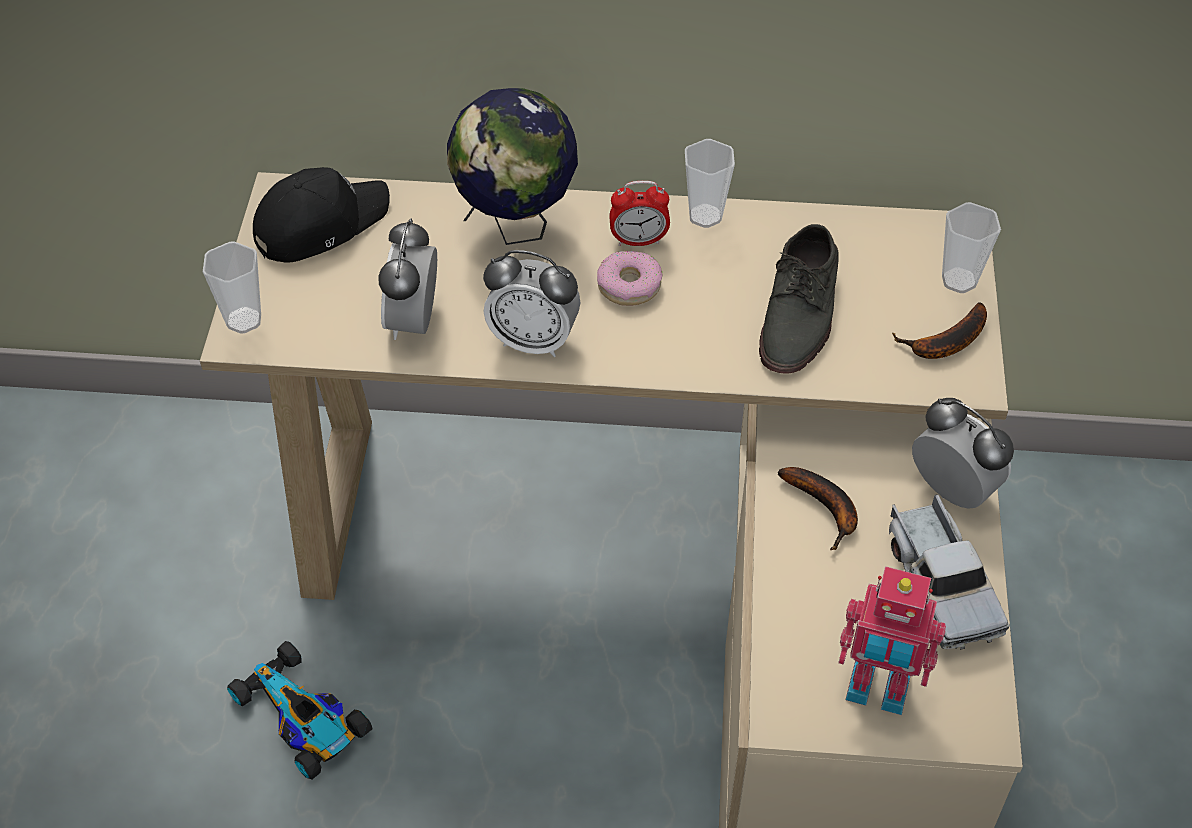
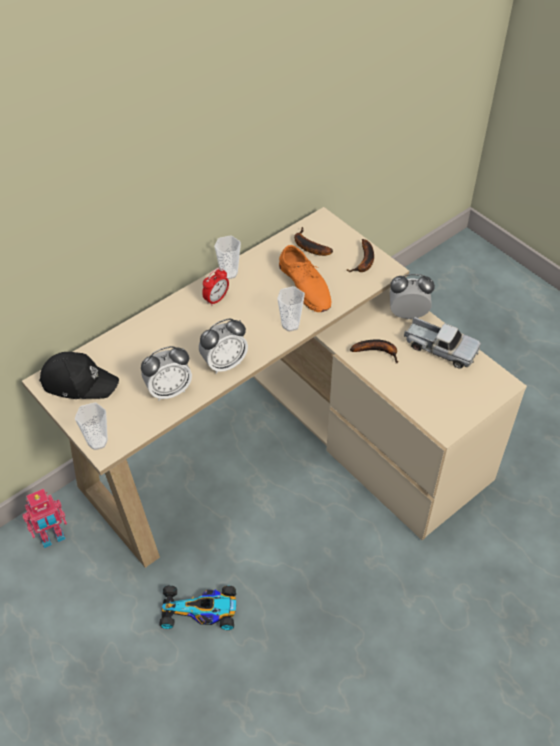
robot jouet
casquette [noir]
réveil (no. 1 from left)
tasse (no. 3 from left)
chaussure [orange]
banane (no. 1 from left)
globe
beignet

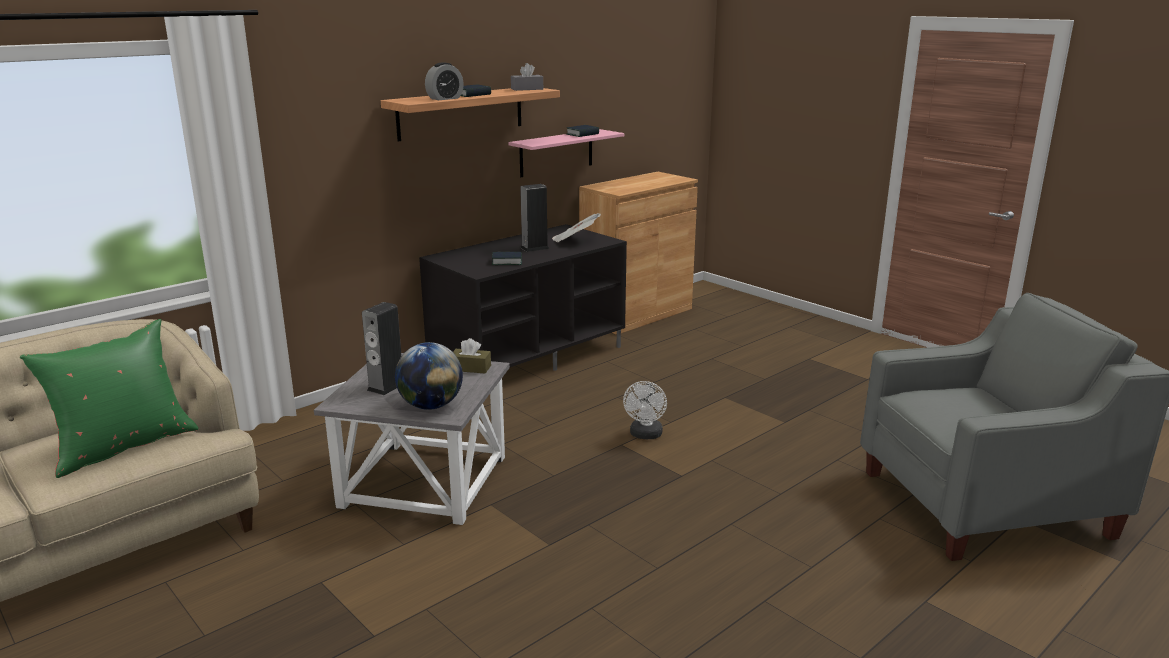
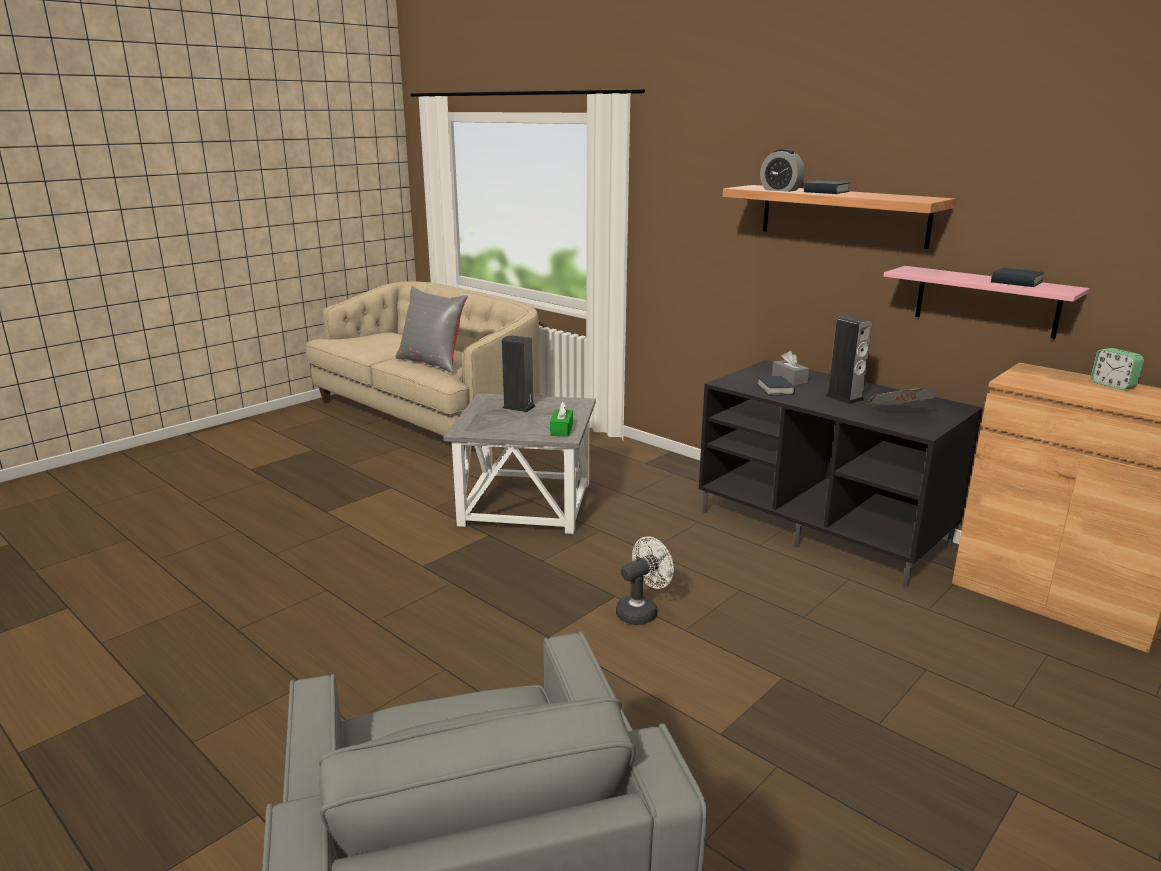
coussin [gris]
boîte à mouchoirs [vert]
ventilateur [blanc]
boîte à mouchoirs [gris]
réveil (no. 2 from left)
globe

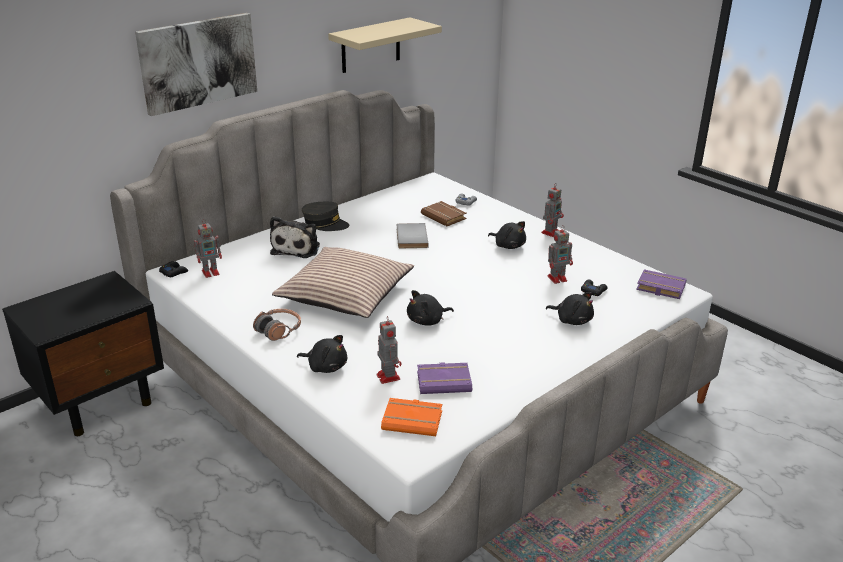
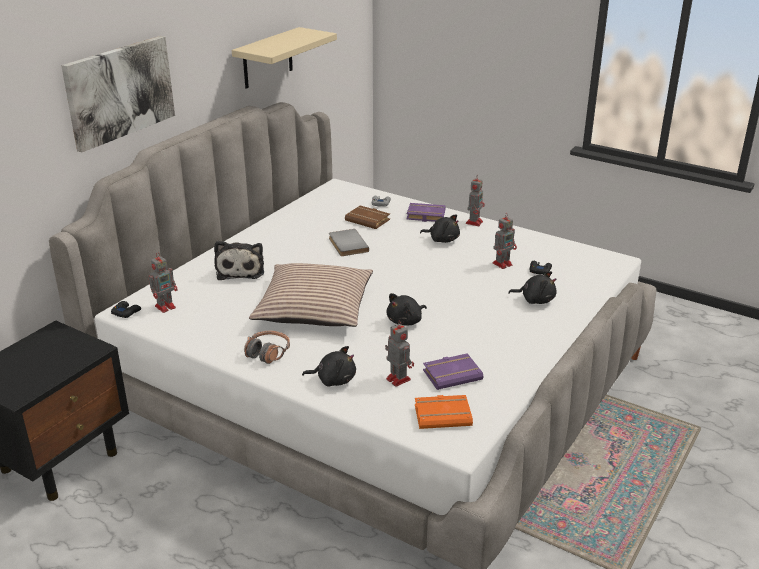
livre [violet] (no. 1 from left)
casquette [gris]

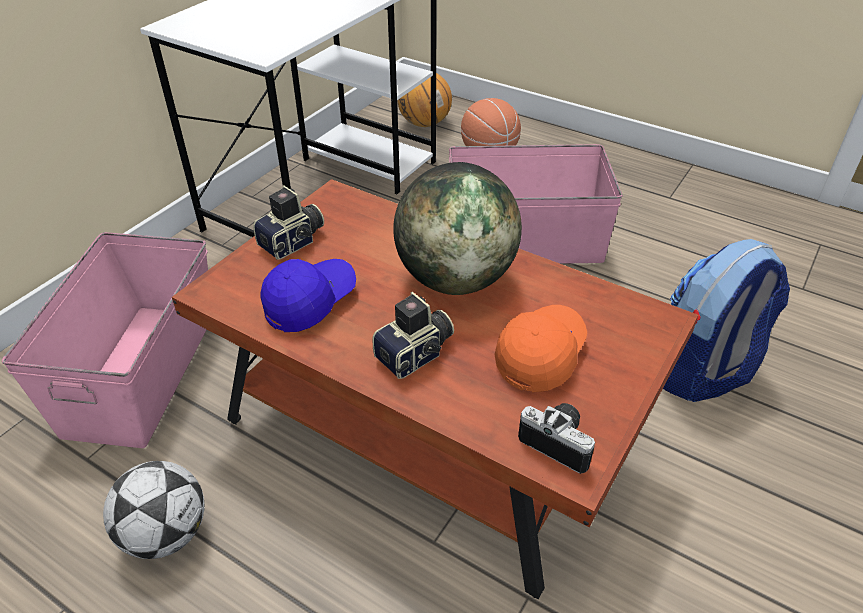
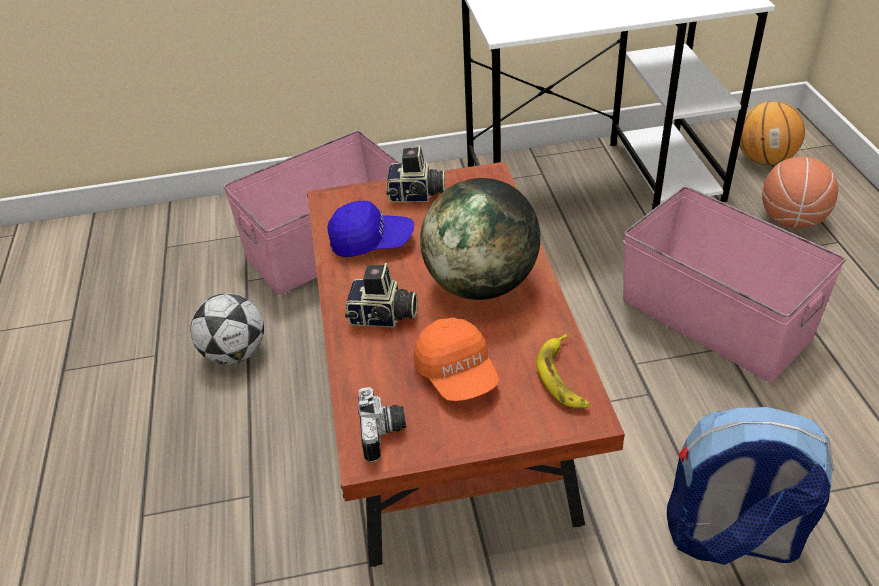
casquette [orange]
banane

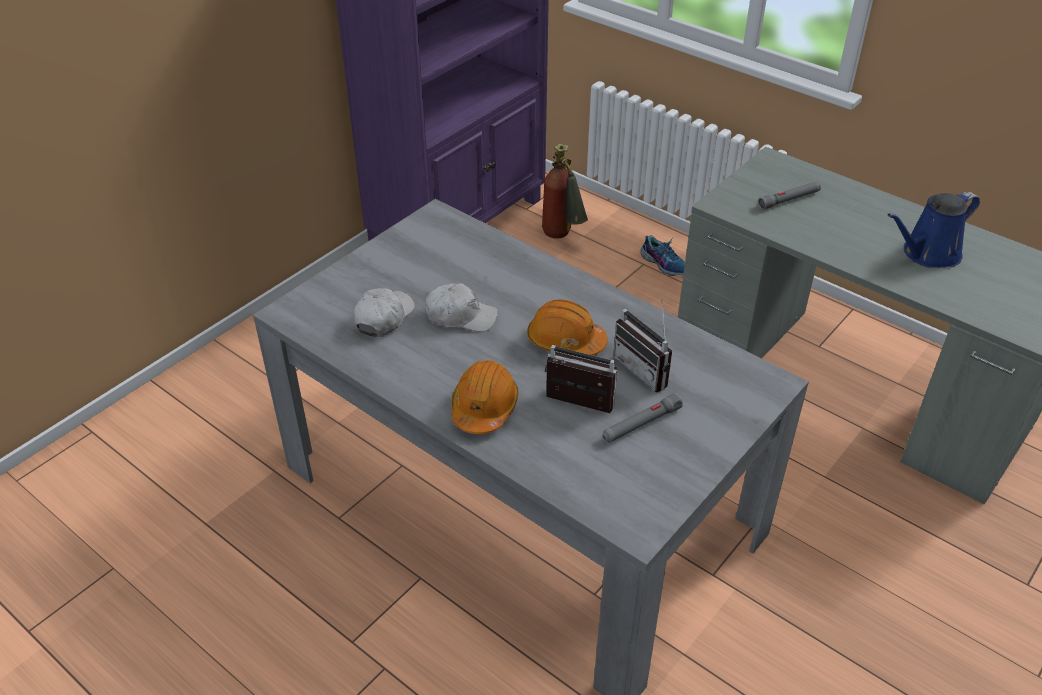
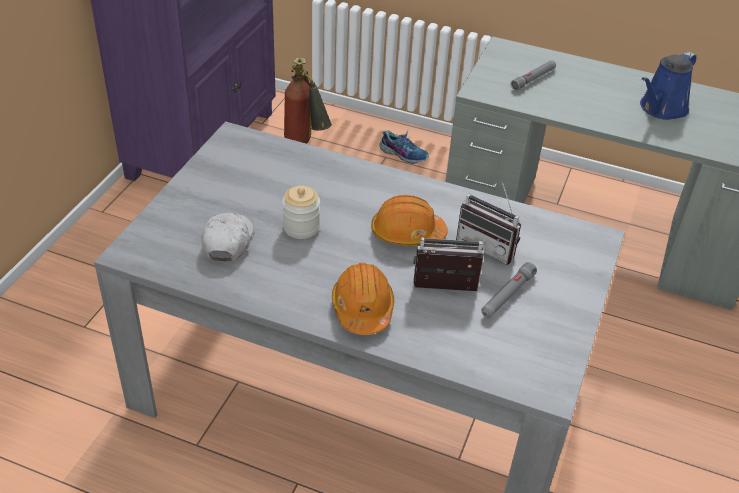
bocal

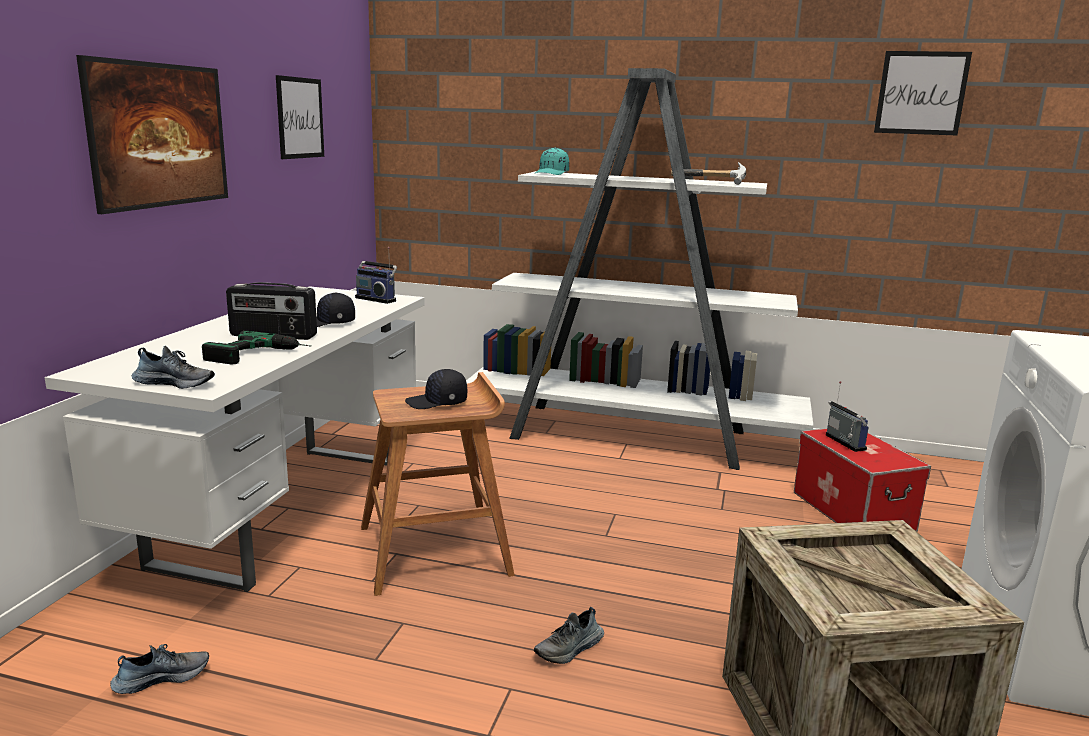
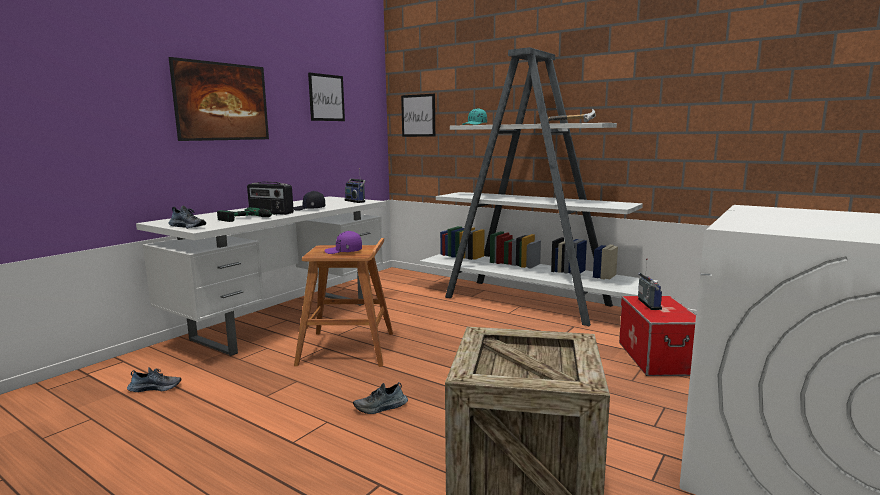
casquette [violet]
tableau (no. 3 from left)

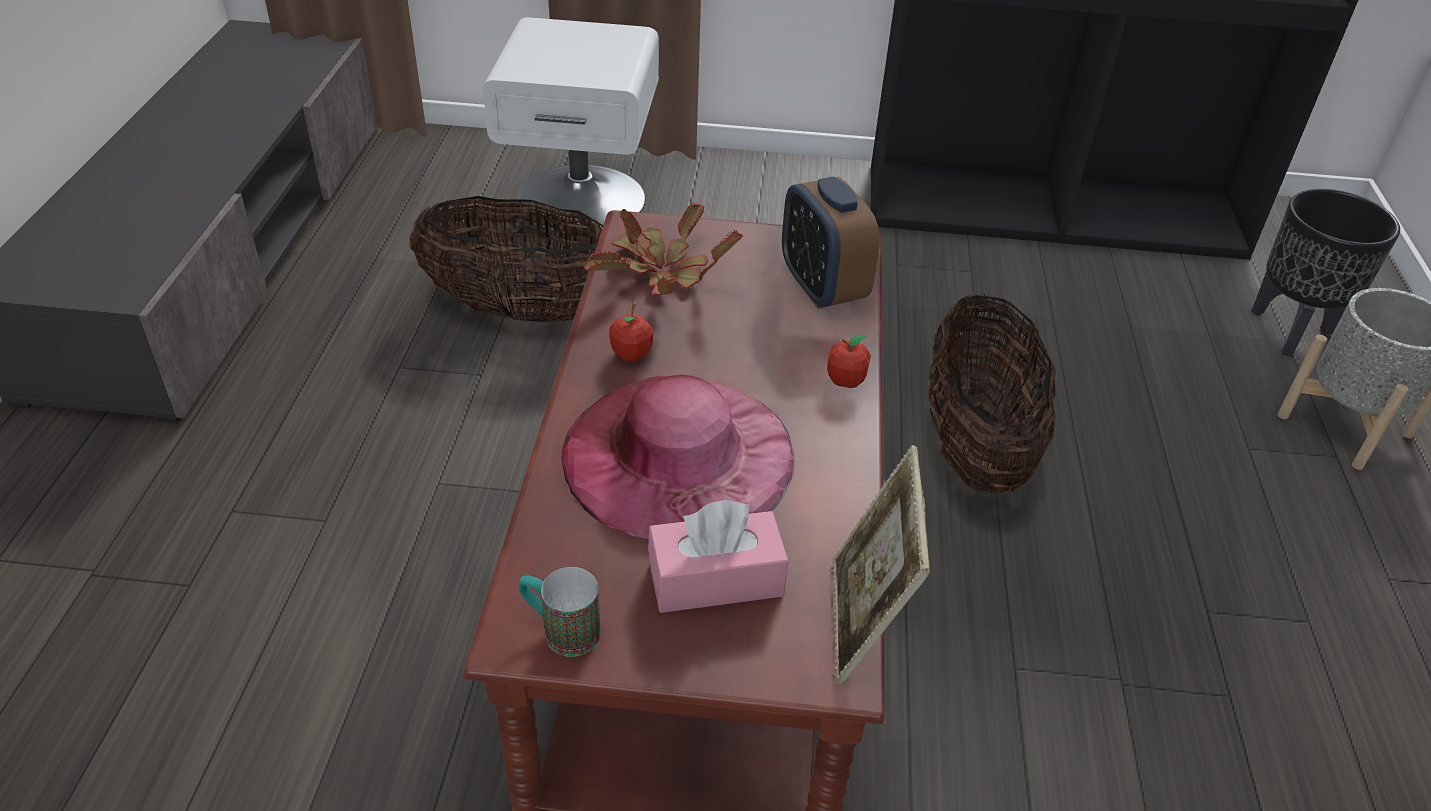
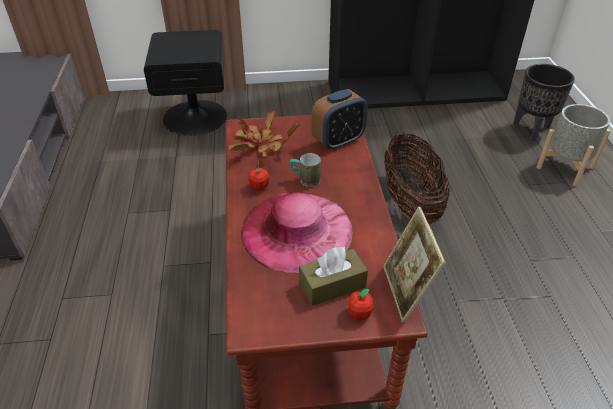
table de chevet [noir]
mug
boîte à mouchoirs [marron]
réveil
pomme (no. 2 from left)
panier (no. 1 from left in the first image)

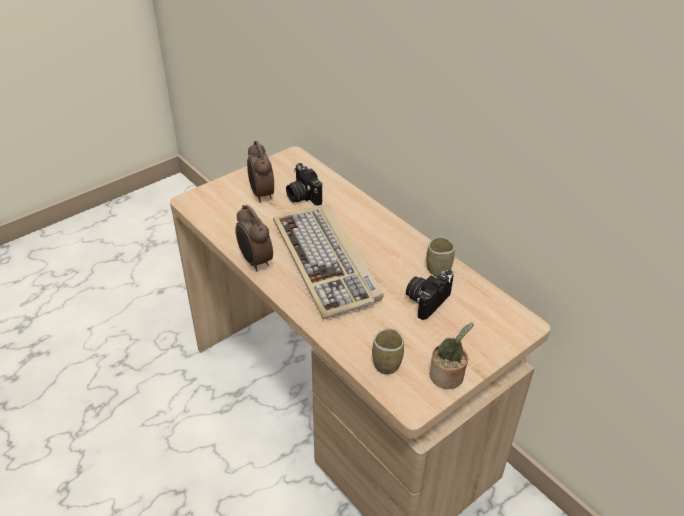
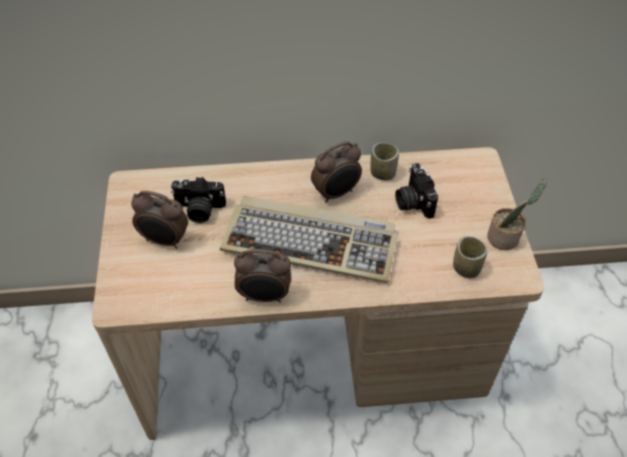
réveil (no. 3 from left)

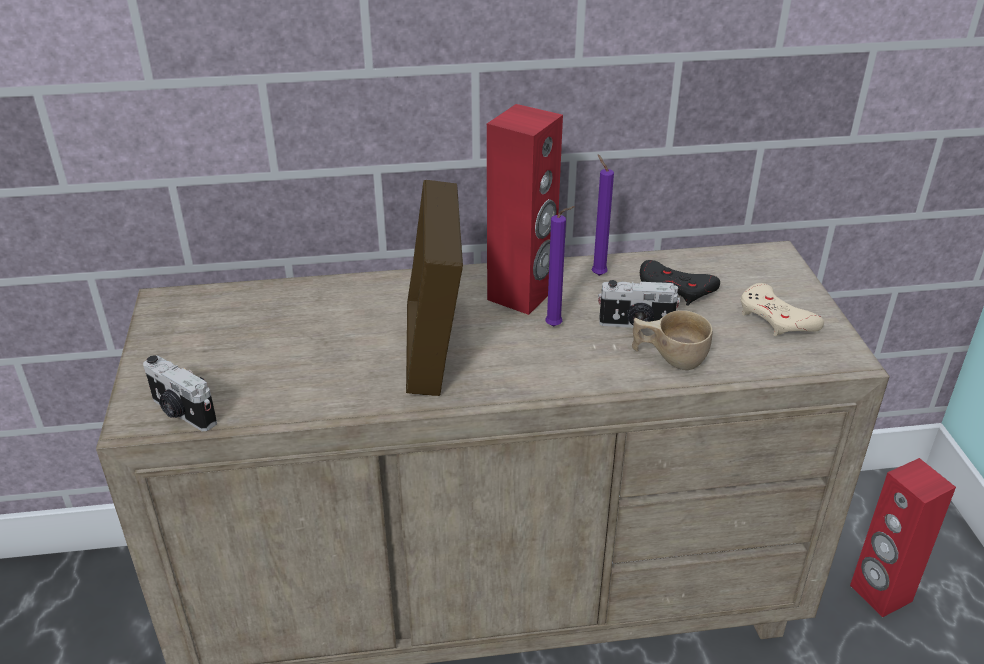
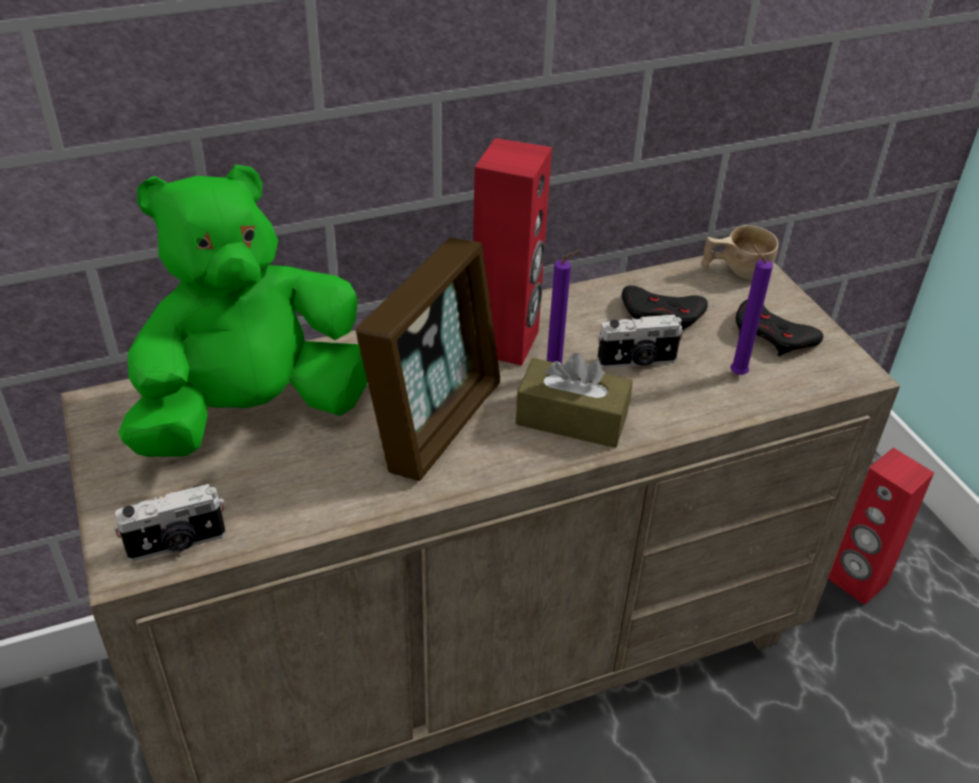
appareil photo (no. 1 from left)
peluche [vert]
cadre photo
boîte à mouchoirs [marron]
tasse [beige]
bougie [violet] (no. 2 from left)
manette [noir] (no. 2 from left)

